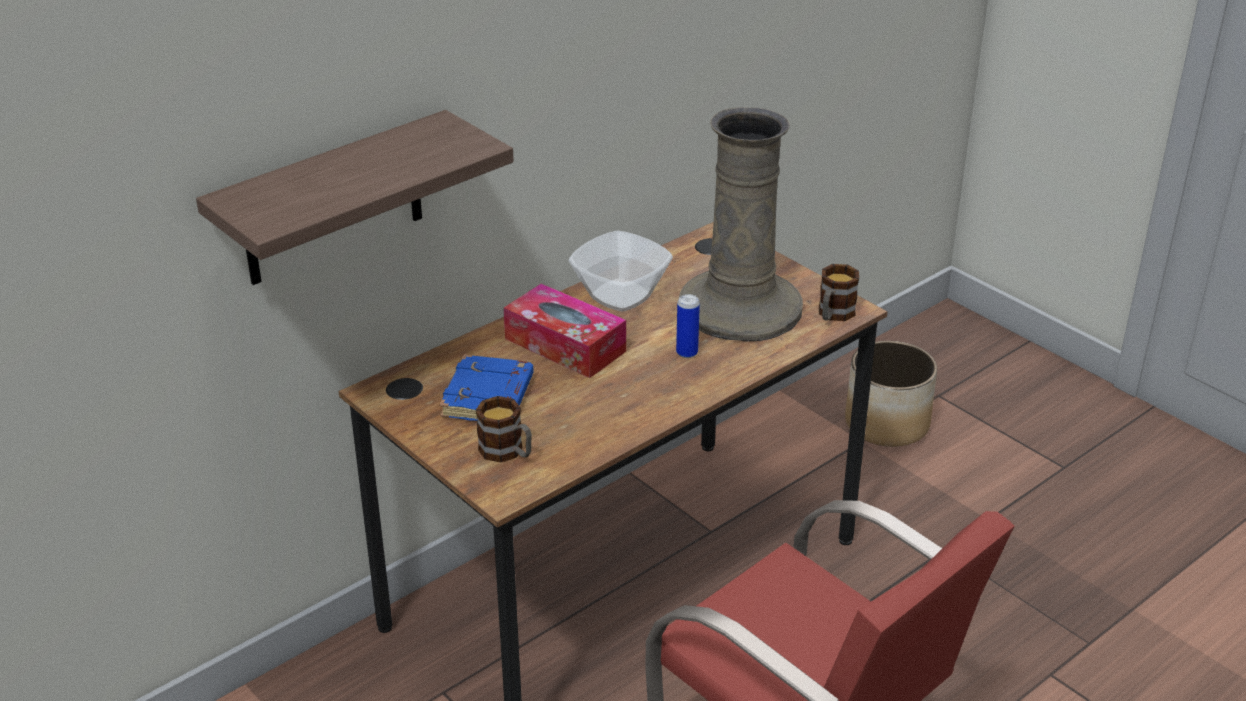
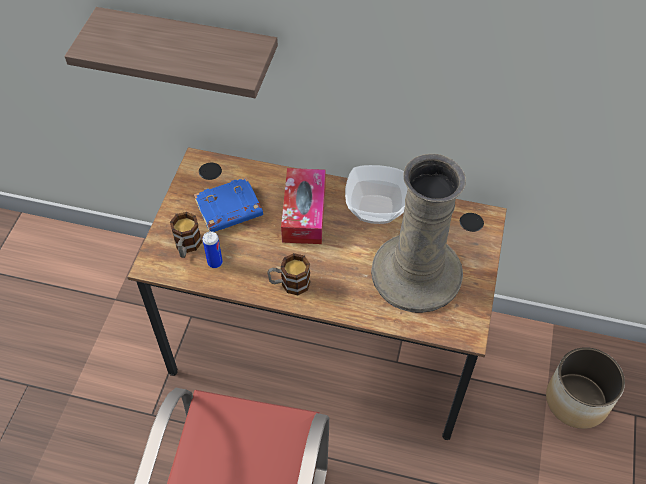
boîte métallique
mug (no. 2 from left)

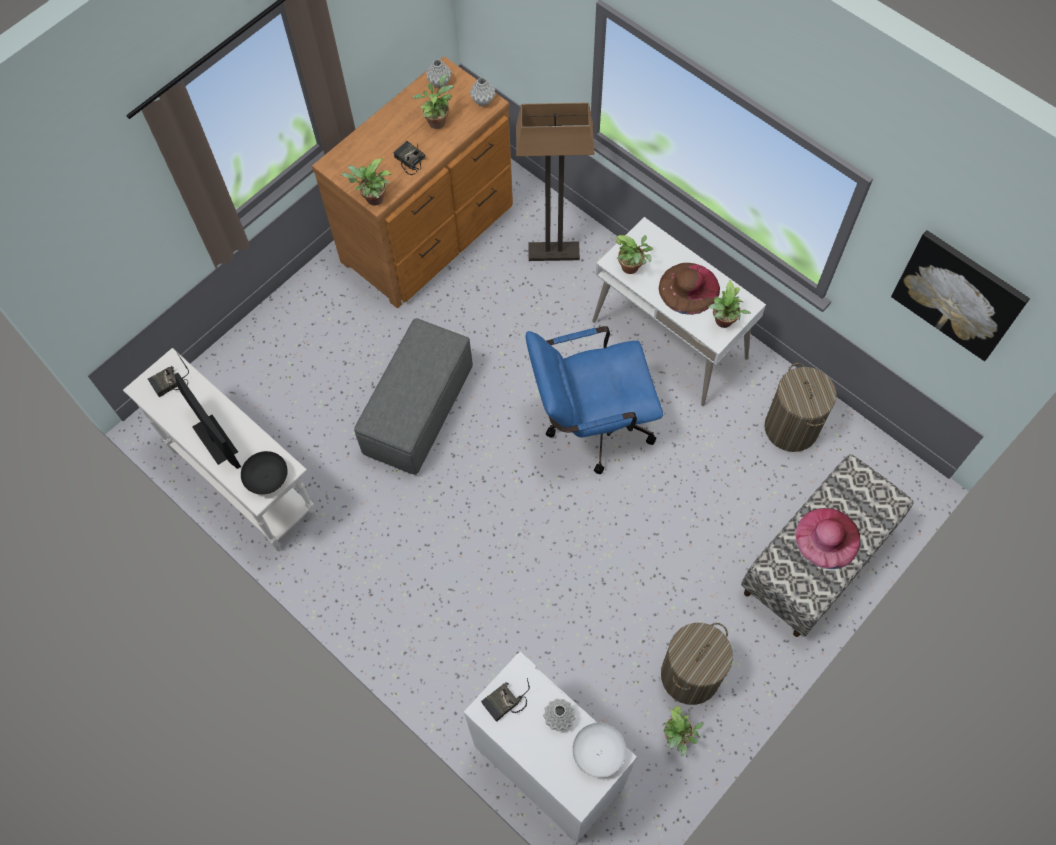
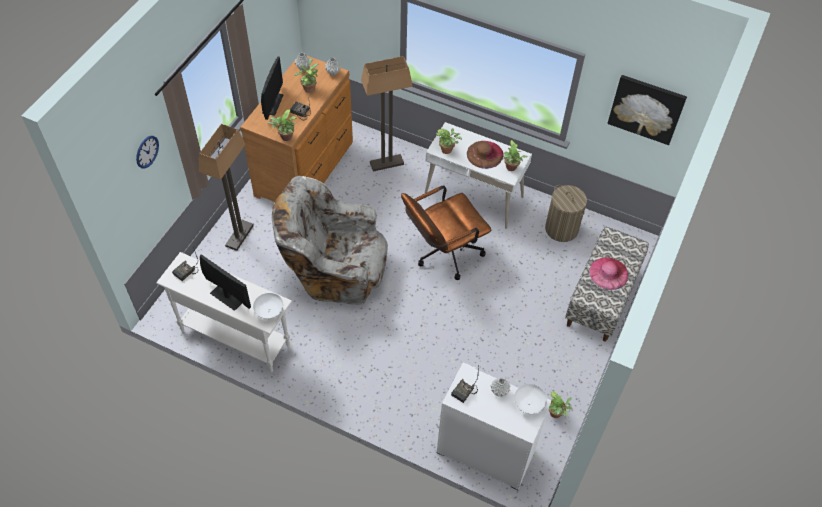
horloge murale
lampadaire (no. 1 from left)
bol [blanc] (no. 1 from left)
écran d'ordinateur (no. 2 from left)
fauteuil [gris]
chaise de bureau [marron]
panier à linge (no. 1 from left in the first image)

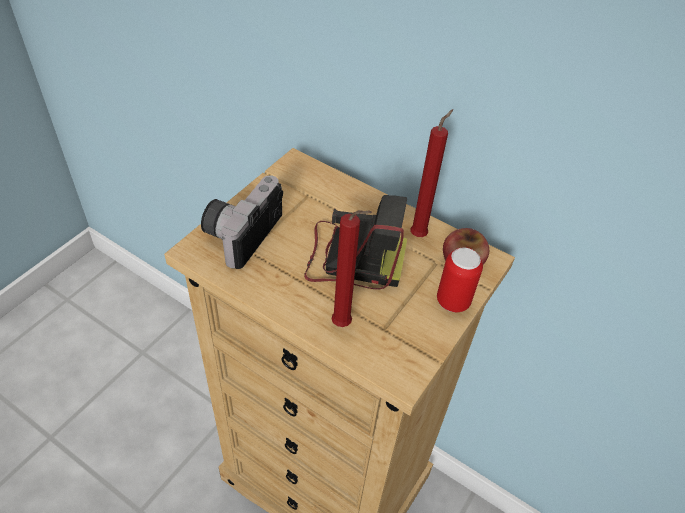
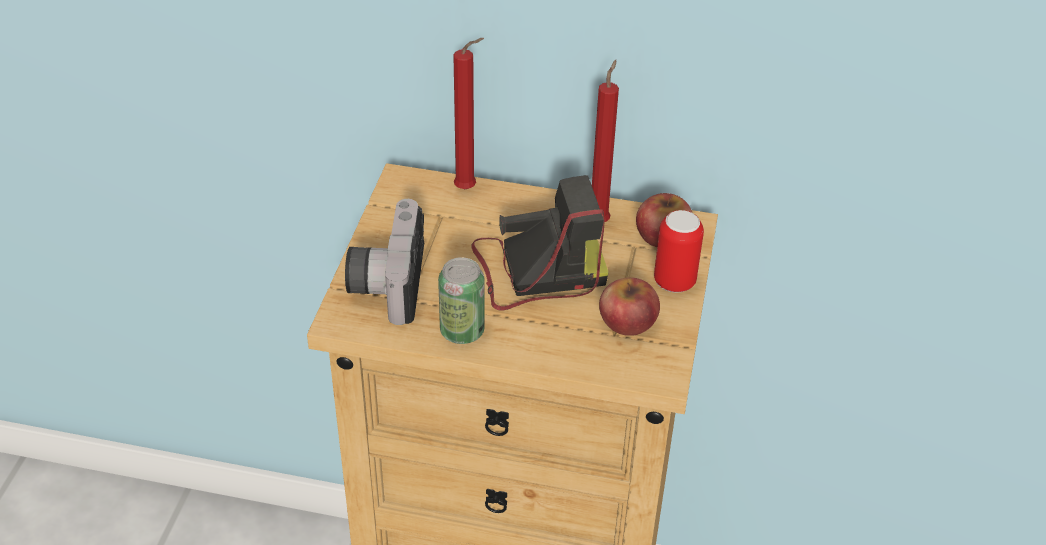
boîte métallique (no. 1 from left)
bougie [rouge] (no. 1 from left)
pomme (no. 1 from left)

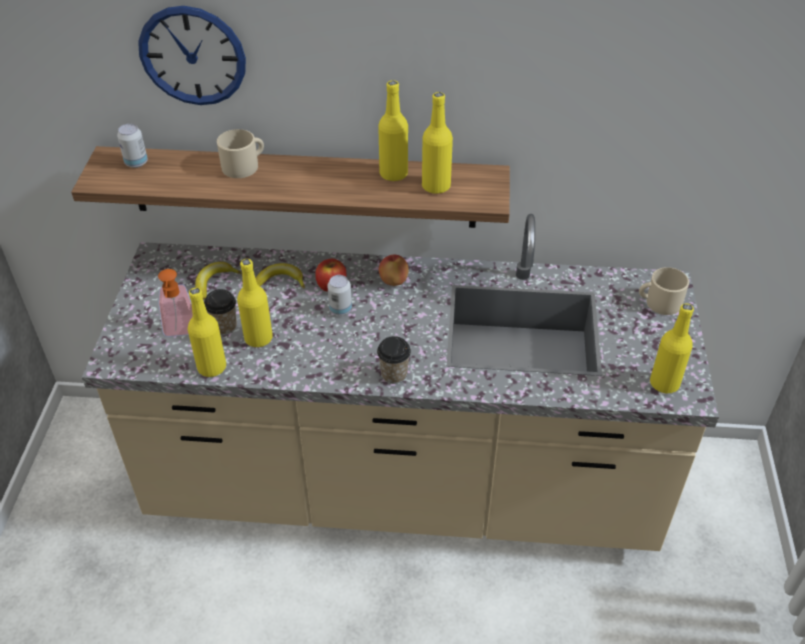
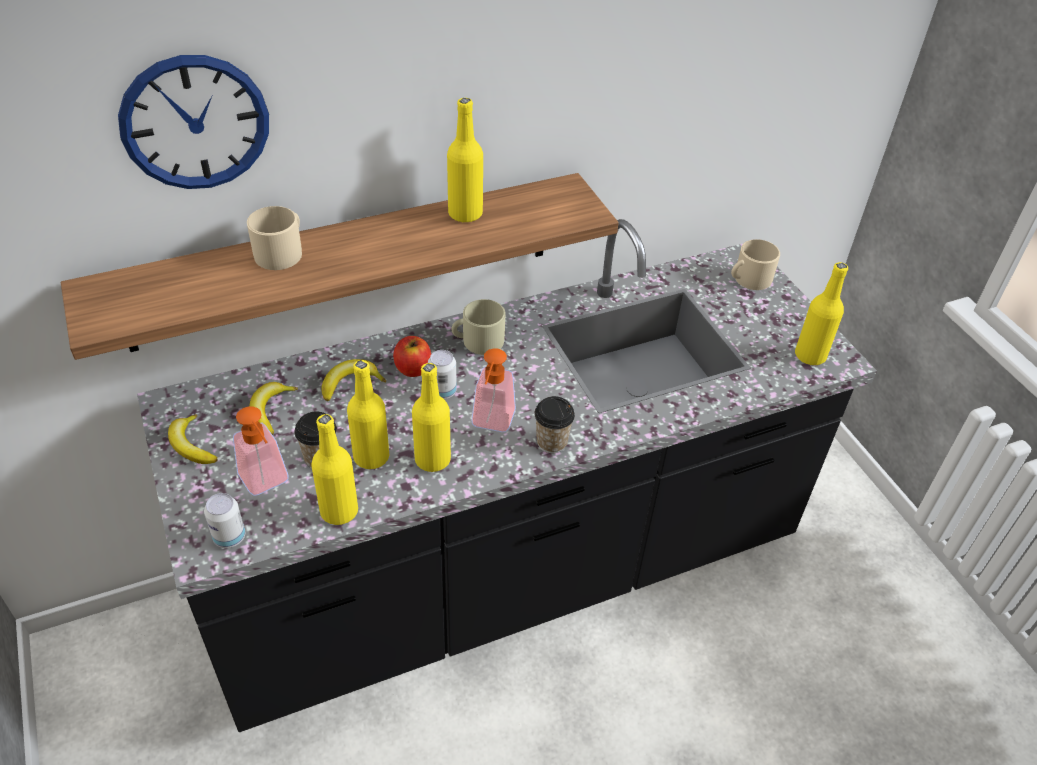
comptoir de cuisine [noir]
banane (no. 1 from left)
boîte métallique (no. 1 from left)
bouteille [jaune] (no. 3 from left)
mug [beige] (no. 2 from left)
distributeur de savon (no. 2 from left)

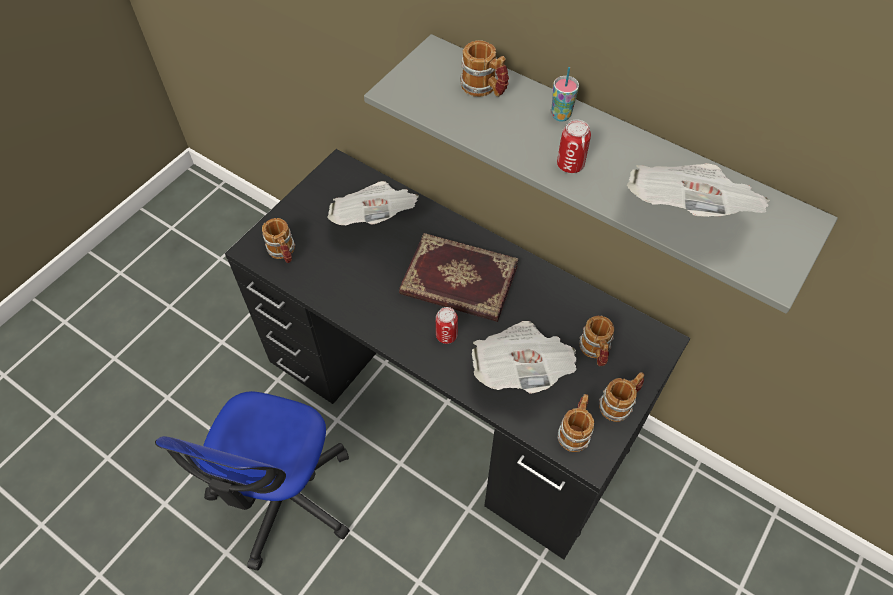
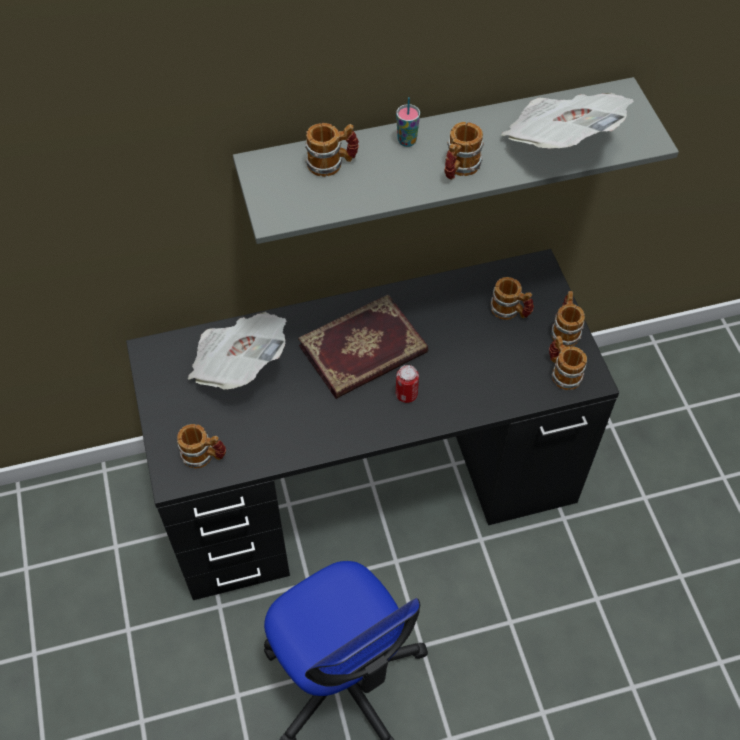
mug (no. 3 from left)
journal (no. 2 from left in the first image)

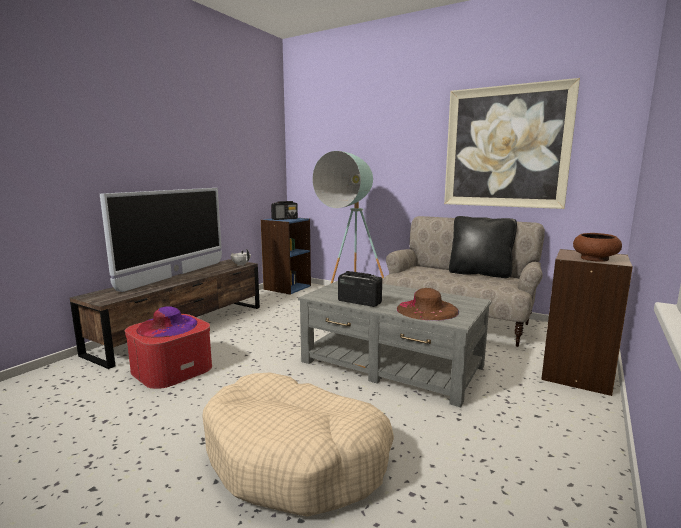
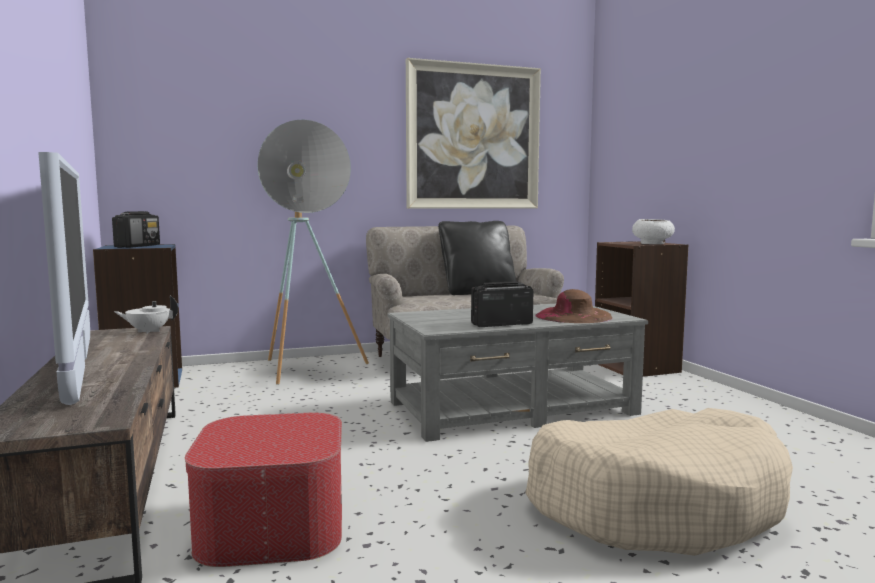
bol [blanc]
chapeau [violet]

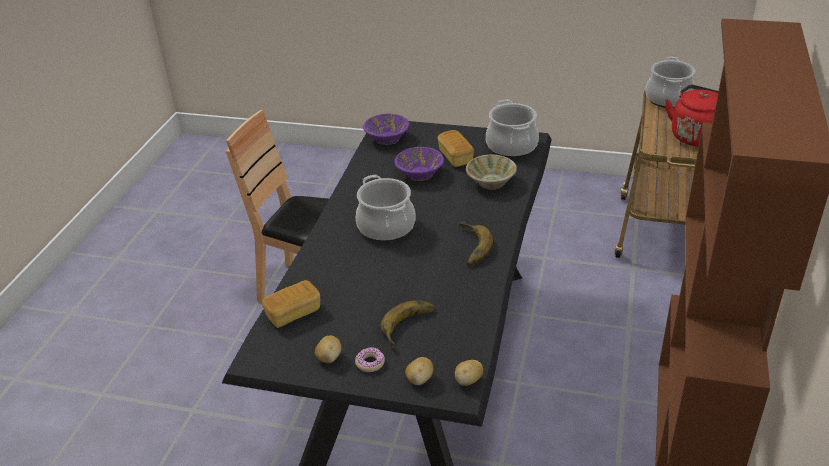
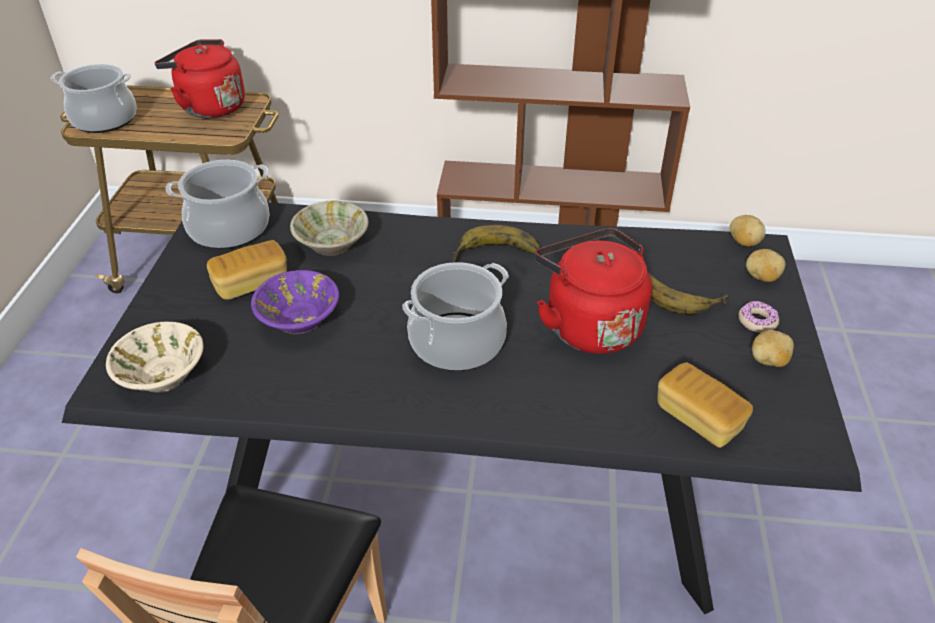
bol [beige] (no. 1 from left)
bouilloire [rouge] (no. 2 from left)

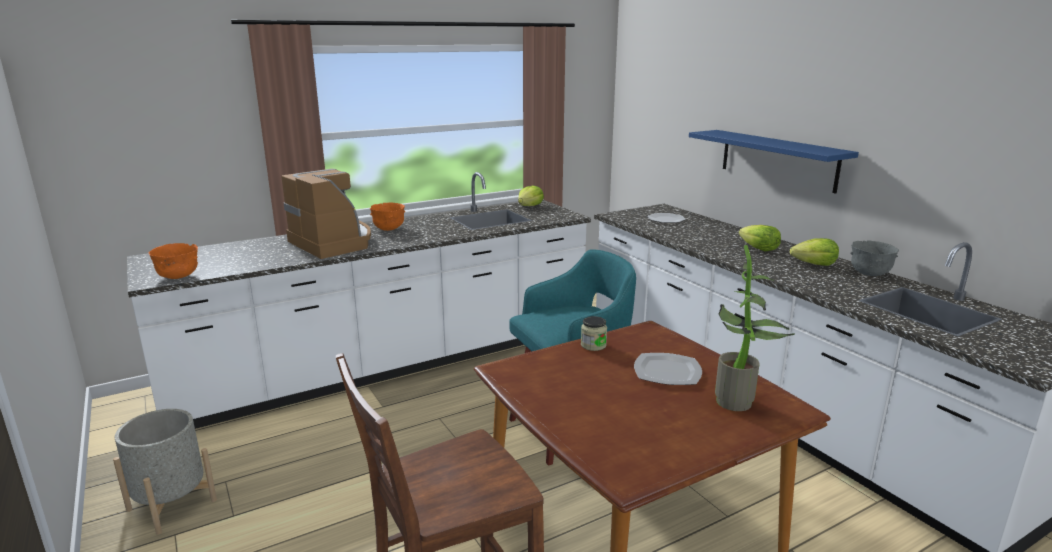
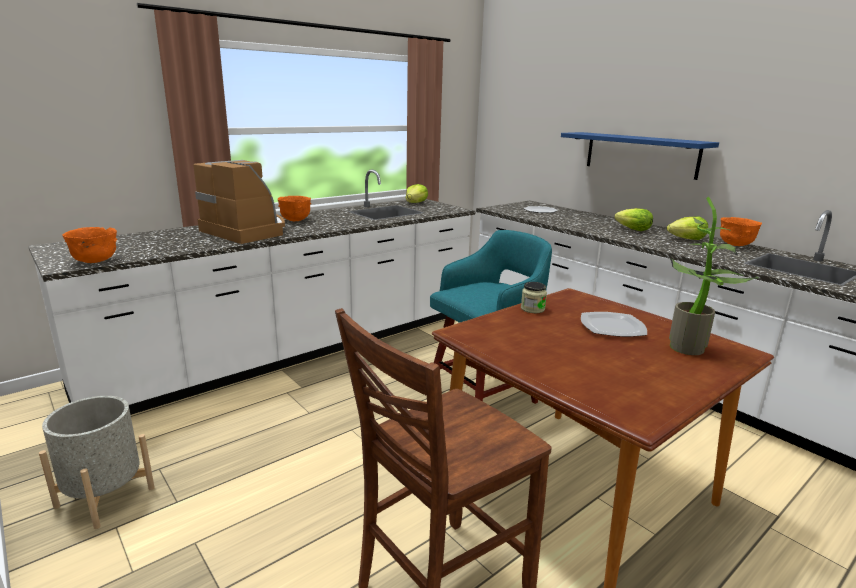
bol [orange] (no. 3 from left)

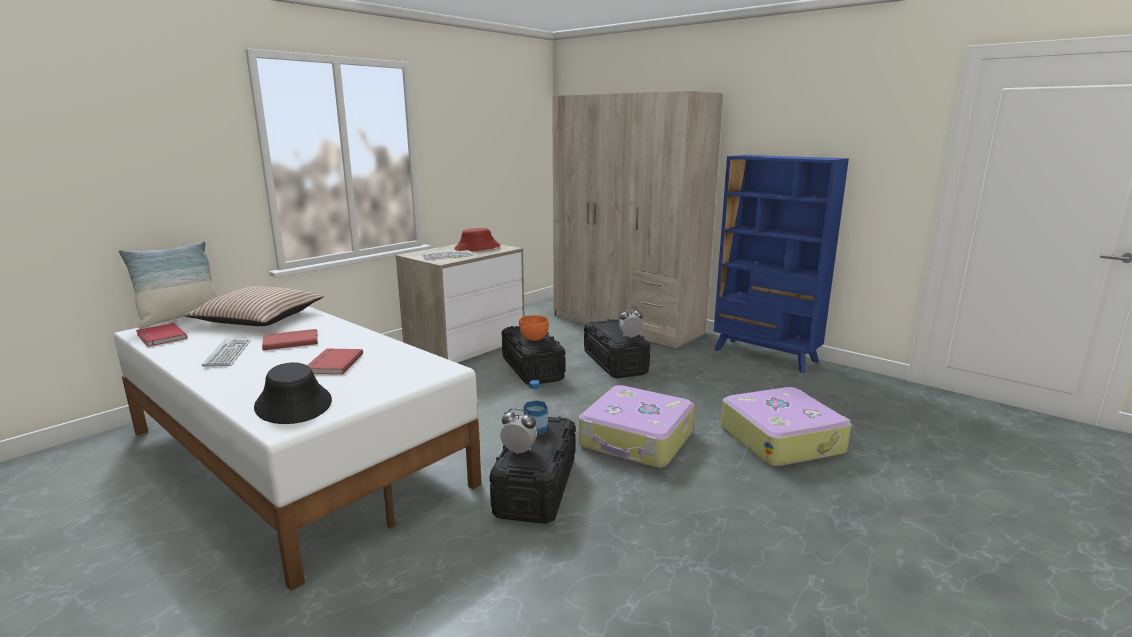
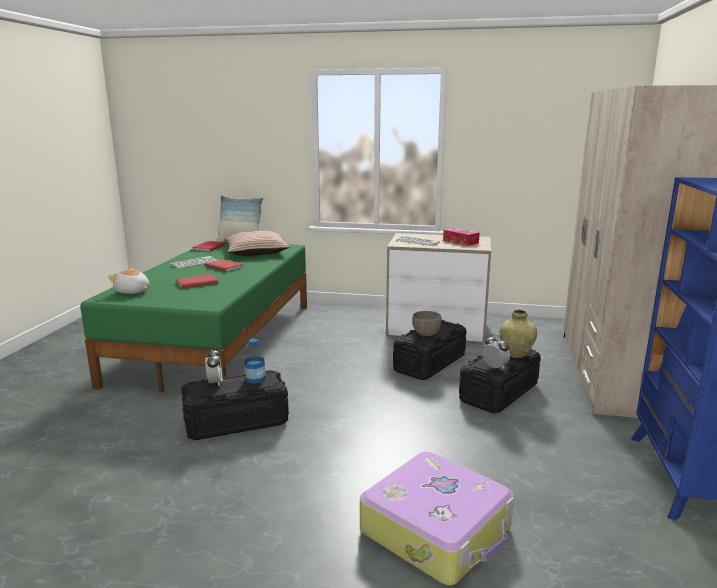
lit [vert]
peluche
bol [gris]
boîte à mouchoirs
vase [beige]
valise (no. 1 from left in the first image)

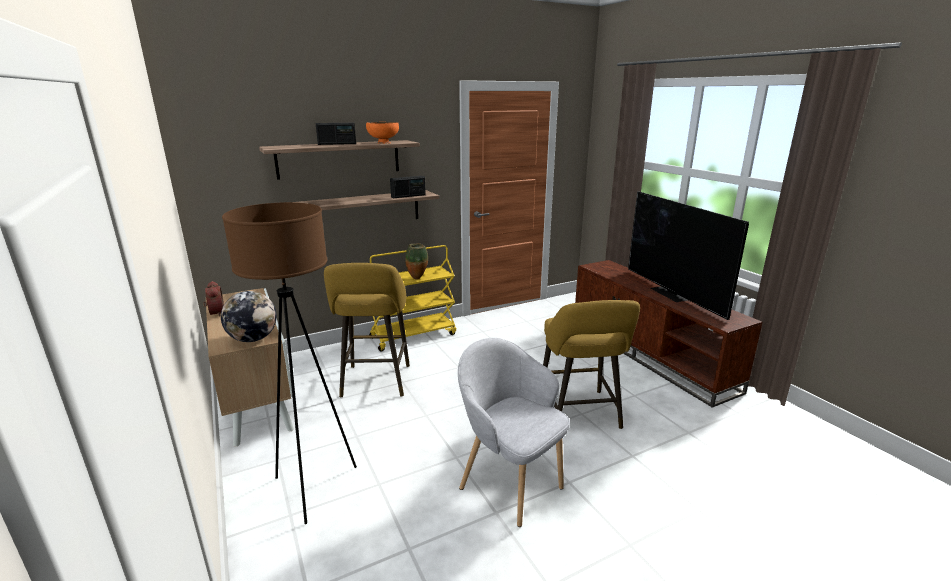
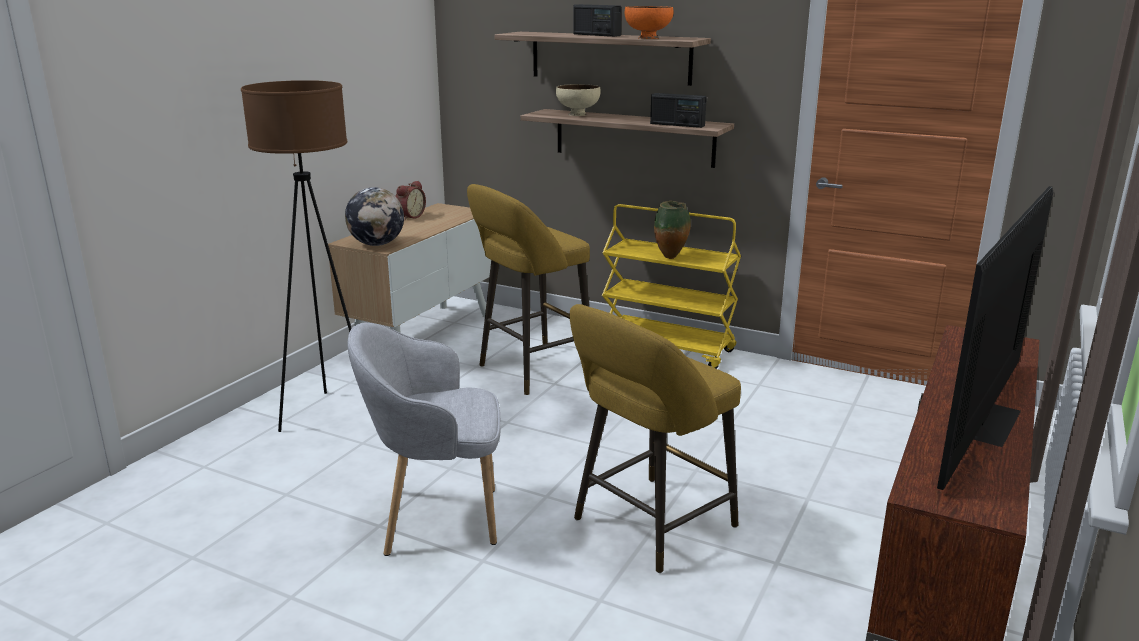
fauteuil [gris]
bol [beige]

